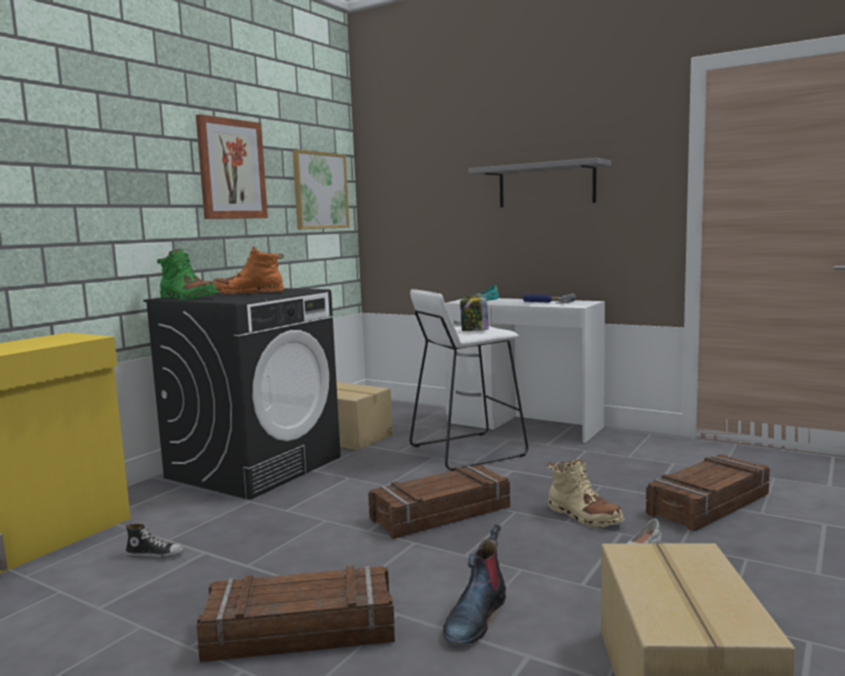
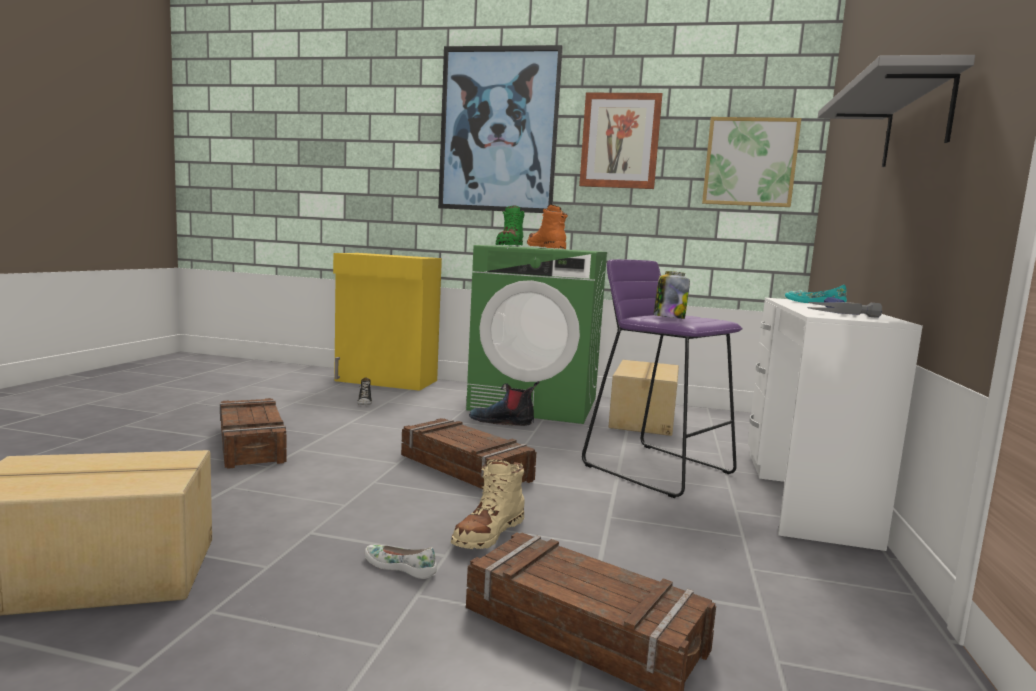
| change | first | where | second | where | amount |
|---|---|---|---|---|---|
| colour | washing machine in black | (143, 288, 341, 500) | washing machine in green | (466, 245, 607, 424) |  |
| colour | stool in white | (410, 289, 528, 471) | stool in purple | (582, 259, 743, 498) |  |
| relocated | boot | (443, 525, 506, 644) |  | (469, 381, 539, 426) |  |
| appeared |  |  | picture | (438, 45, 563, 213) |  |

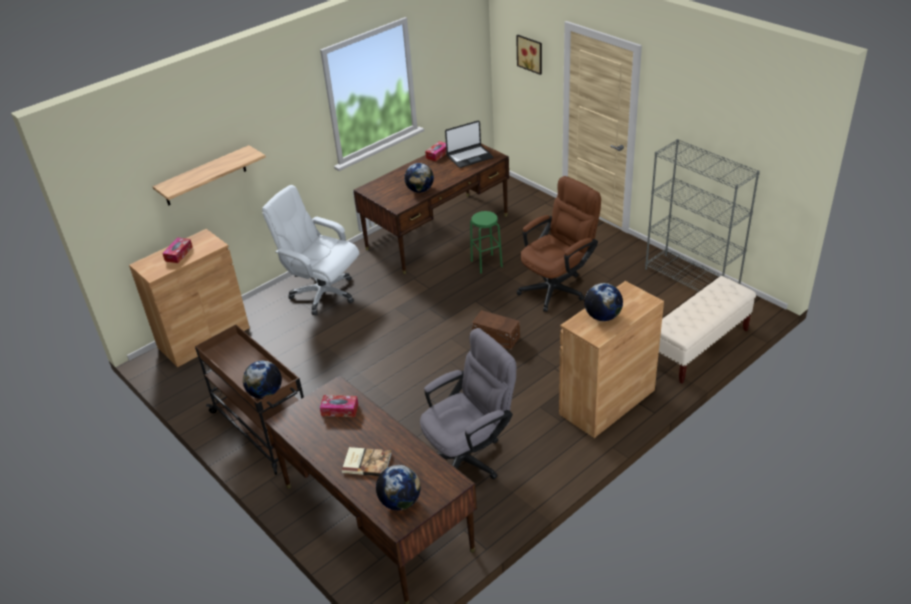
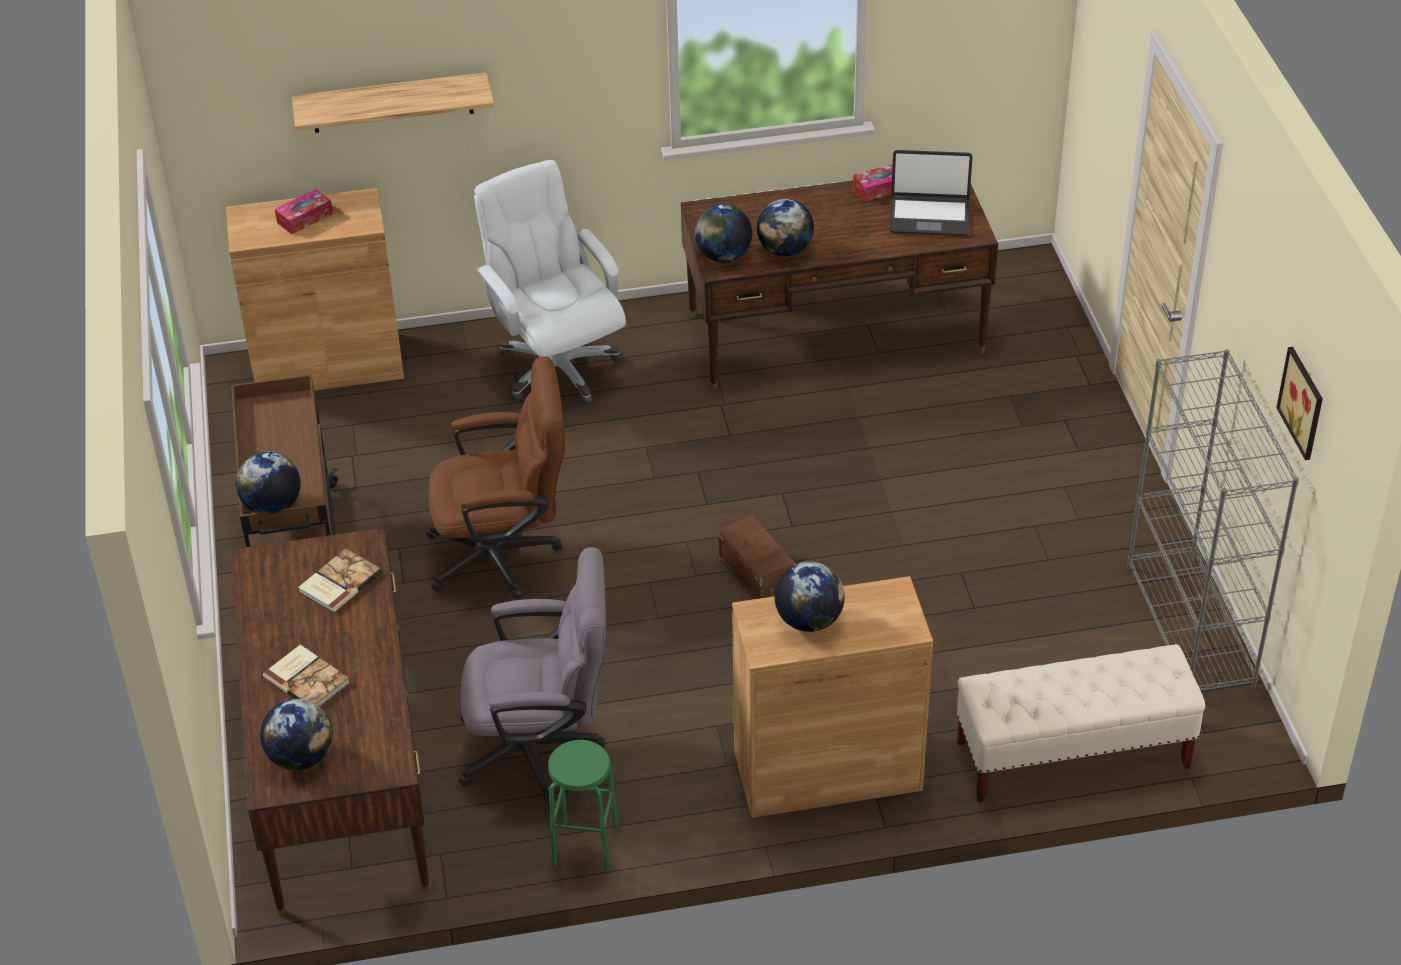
| change | first | where | second | where | amount |
|---|---|---|---|---|---|
| exchanged | tissue box | (320, 395, 358, 417) | book | (298, 548, 382, 613) |  |
| relocated | stool in green | (470, 211, 503, 274) |  | (548, 740, 619, 872) |  |
| relocated | picture | (516, 35, 542, 75) |  | (1276, 347, 1323, 460) |  |
| relocated | office chair in brown | (517, 176, 601, 312) |  | (426, 356, 565, 599) |  |
| appeared |  |  | globe | (695, 204, 752, 262) |  |

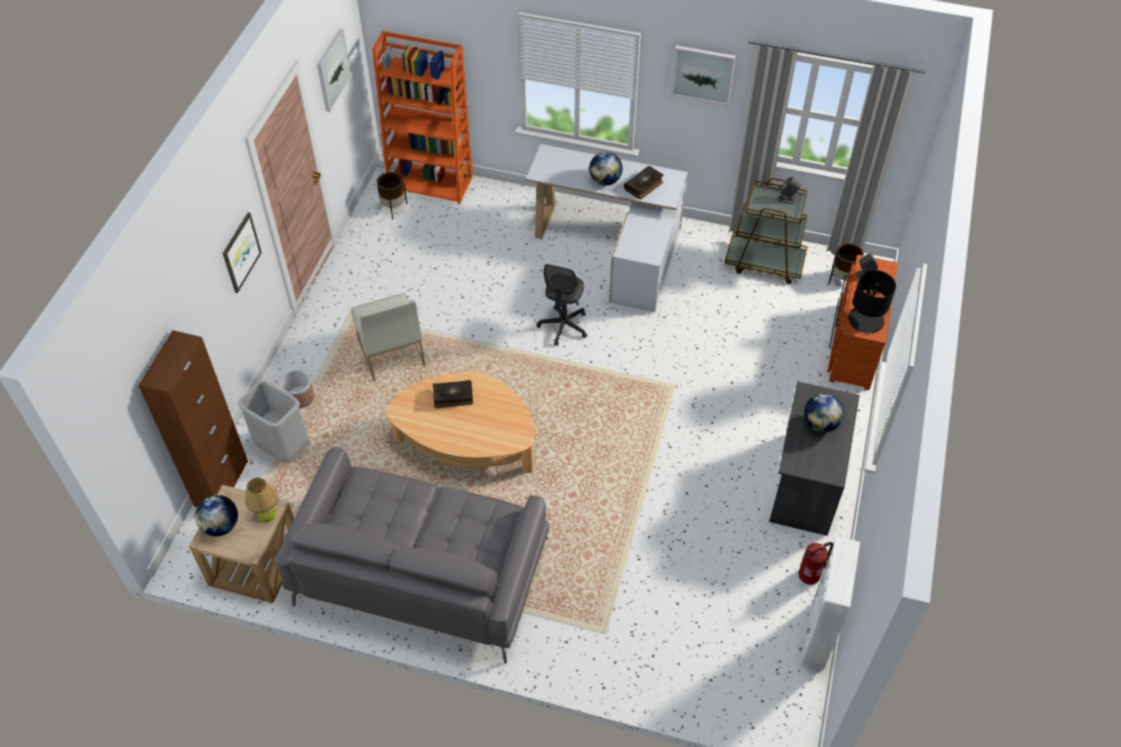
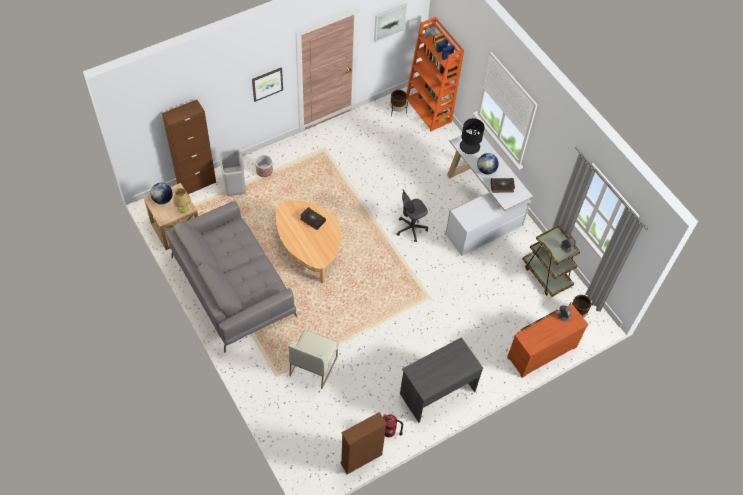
| change | first | where | second | where | amount |
|---|---|---|---|---|---|
| relocated | chair in white | (351, 293, 426, 381) |  | (288, 329, 339, 389) |  |
| missing | picture | (671, 45, 735, 106) |  |  |  |
| colour | bookcase in white | (800, 536, 860, 671) | bookcase in brown | (340, 412, 387, 474) |  |
| missing | globe | (804, 393, 844, 432) |  |  |  |
| relocated | table lamp in black | (848, 270, 896, 333) |  | (460, 118, 485, 154) |  |

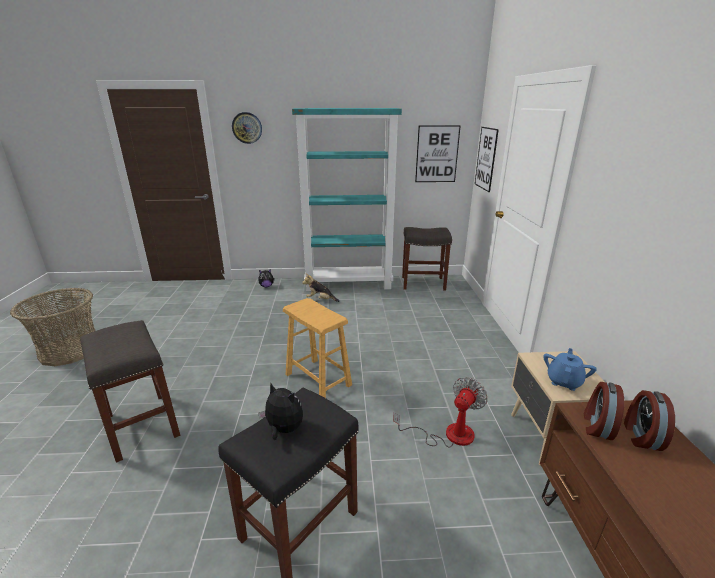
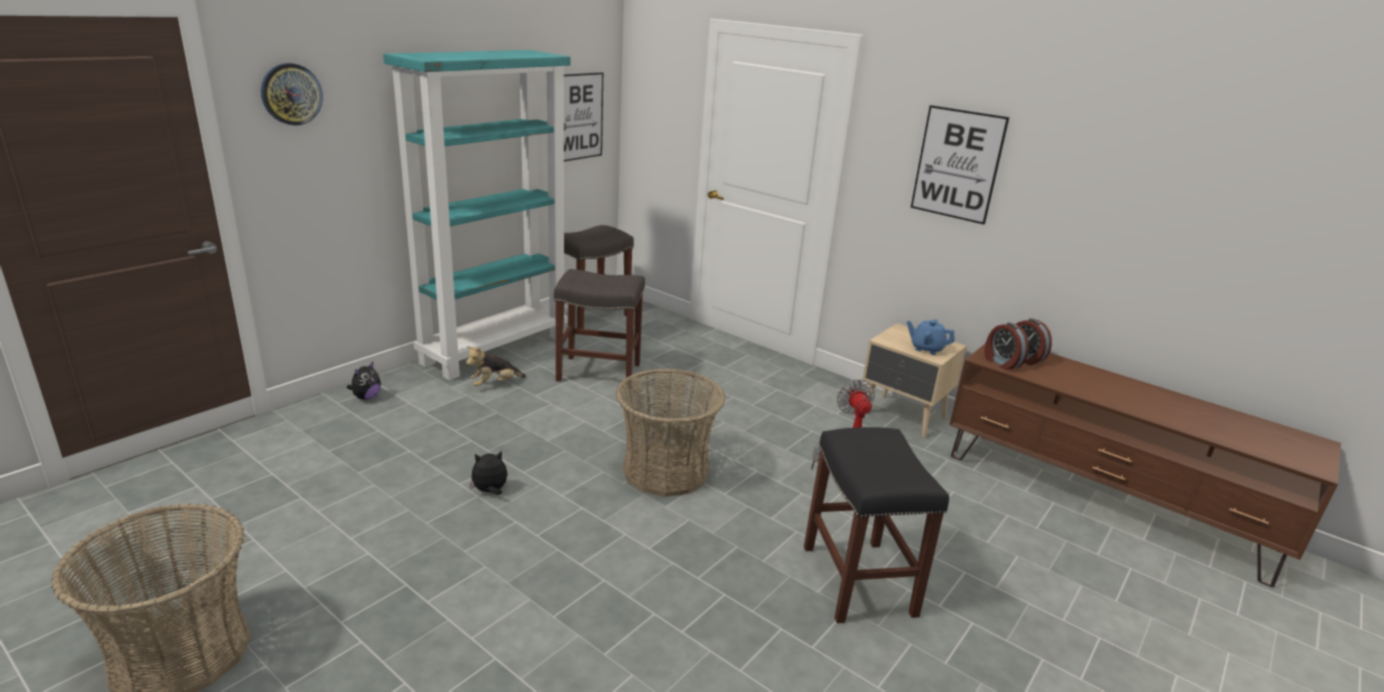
| change | first | where | second | where | amount |
|---|---|---|---|---|---|
| relocated | stool in grey | (80, 320, 180, 463) |  | (554, 269, 645, 388) |  |
| relocated | plush toy | (258, 383, 303, 440) |  | (469, 451, 508, 495) |  |
| exchanged | stool in brown | (283, 298, 352, 398) | basket | (616, 369, 725, 497) |  |
| relocated | picture | (475, 127, 499, 192) |  | (911, 105, 1010, 224) |  |
| spun | teapot in blue | (543, 348, 597, 391) |  | (907, 319, 955, 355) | 45 degrees counterclockwise |

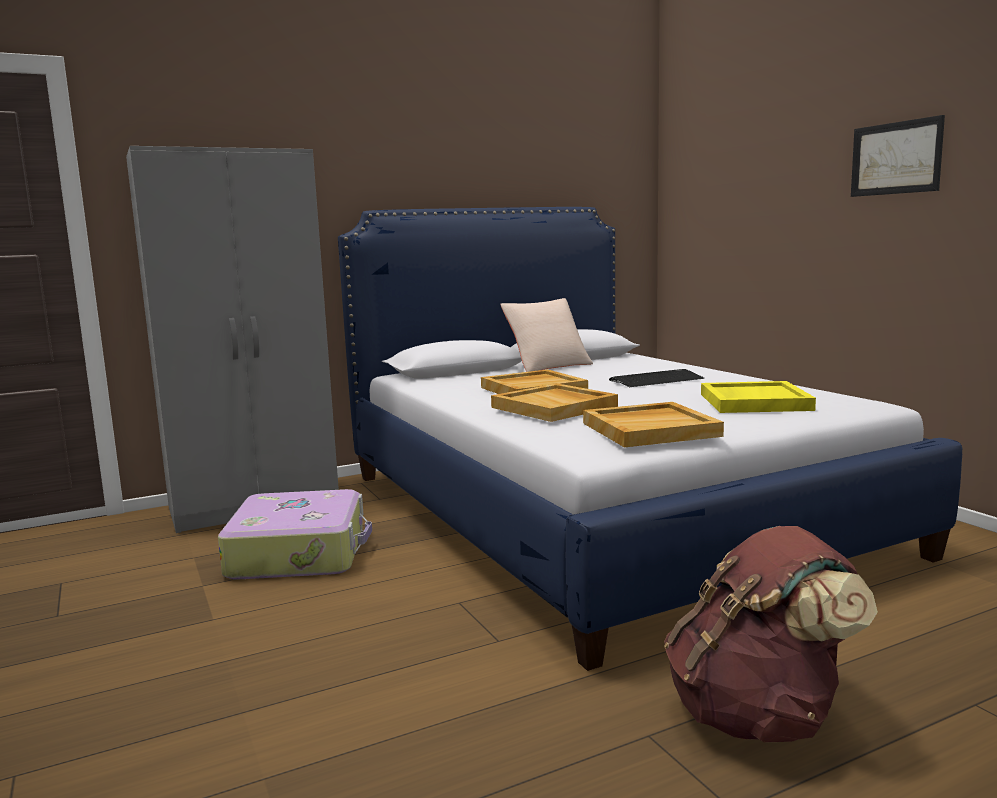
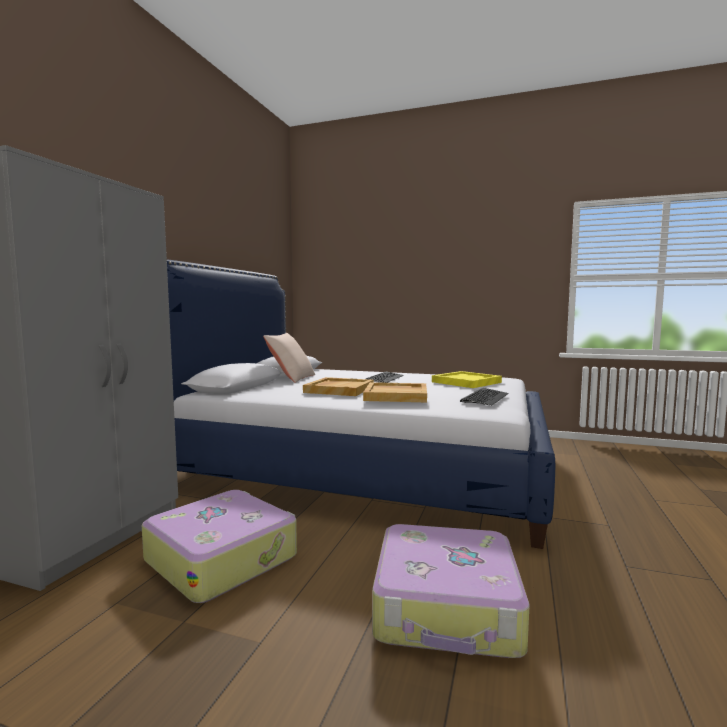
| change | first | where | second | where | amount |
|---|---|---|---|---|---|
| exchanged | tray in beige | (583, 402, 724, 447) | keyboard | (460, 388, 508, 406) |  |
| missing | backpack in brown | (664, 526, 878, 743) |  |  |  |
| missing | picture | (851, 115, 945, 197) |  |  |  |
| appeared |  |  | suitcase | (372, 524, 529, 658) |  |

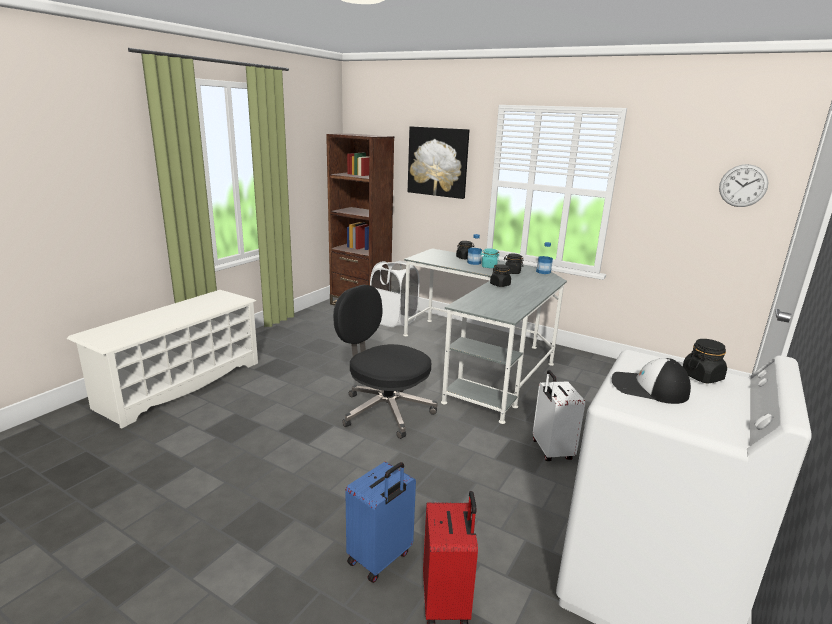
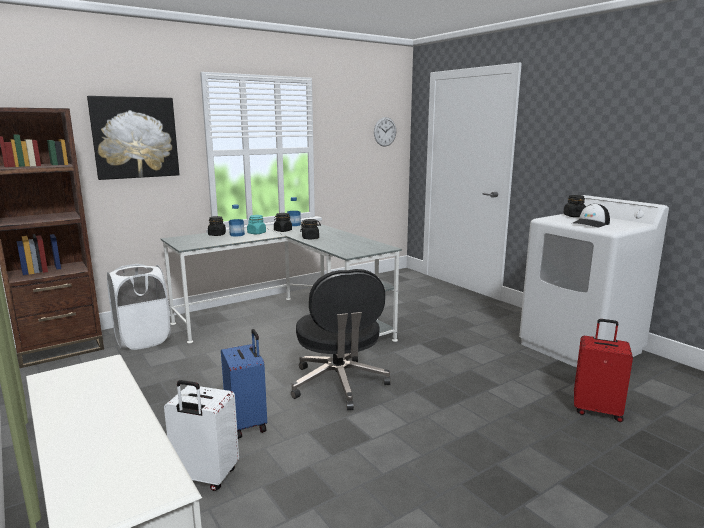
| change | first | where | second | where | amount |
|---|---|---|---|---|---|
| spun | office chair in black | (333, 285, 438, 439) |  | (291, 269, 391, 410) | 75 degrees counterclockwise |
| relocated | suitcase in blue | (345, 462, 416, 583) |  | (221, 329, 267, 439) |  |
| relocated | suitcase in white | (533, 370, 585, 461) |  | (164, 380, 239, 491) |  |

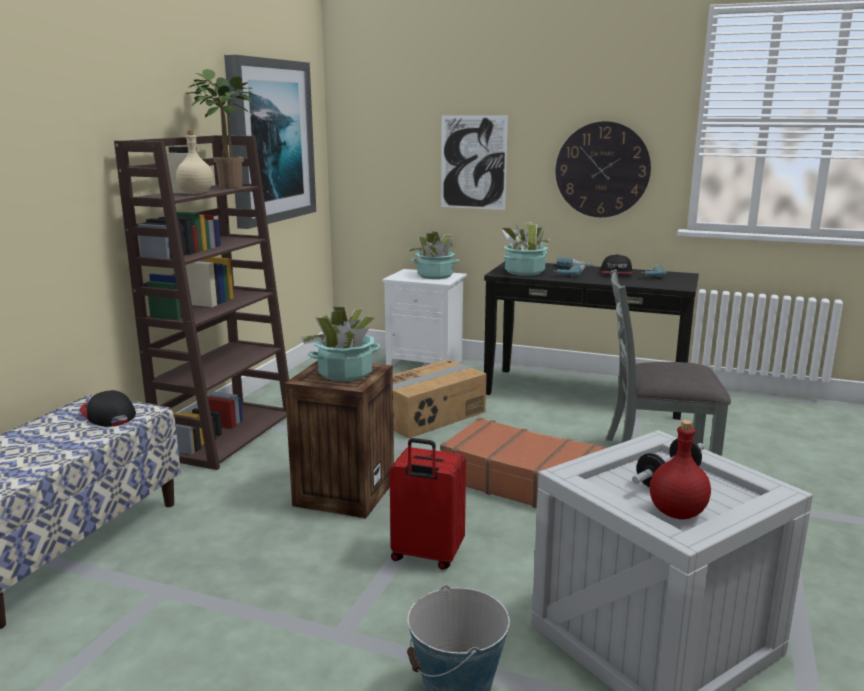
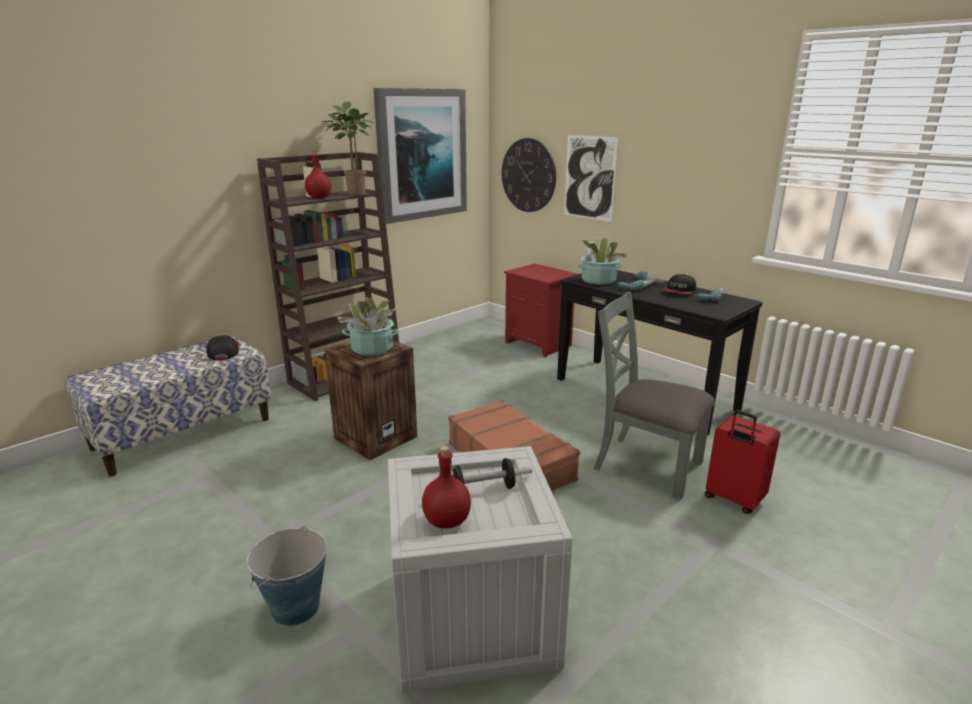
| change | first | where | second | where | amount |
|---|---|---|---|---|---|
| colour | bottle in beige | (176, 131, 213, 194) | bottle in red | (305, 151, 332, 198) |  |
| colour | nightstand in white | (382, 269, 467, 366) | nightstand in red | (504, 263, 578, 357) |  |
| relocated | suitcase in red | (389, 438, 466, 570) |  | (705, 410, 780, 514) |  |
| missing | cardboard box | (393, 359, 487, 438) |  |  |  |
| missing | potted plant | (408, 231, 460, 279) |  |  |  |
| relocated | wall clock | (556, 121, 651, 217) |  | (502, 138, 556, 212) |  |

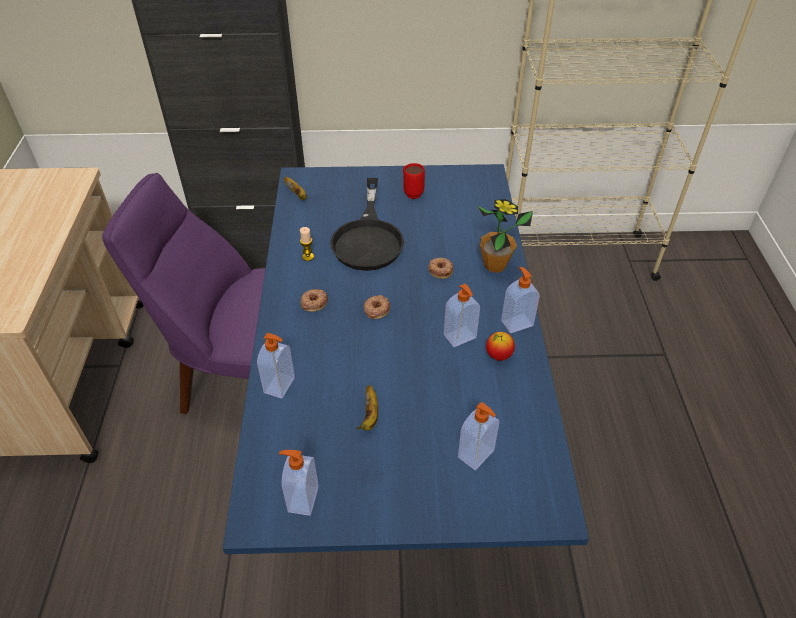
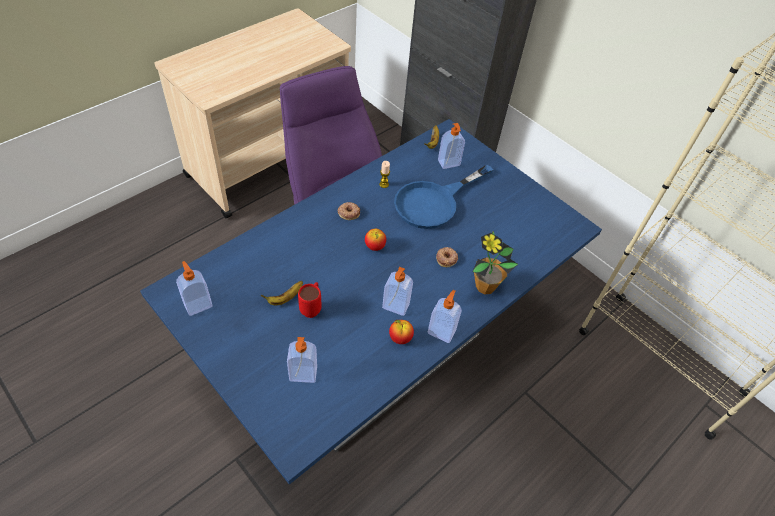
| change | first | where | second | where | amount |
|---|---|---|---|---|---|
| relocated | soap dispenser | (257, 333, 295, 399) |  | (438, 123, 465, 169) |  |
| colour | frying pan in black | (330, 178, 404, 271) | frying pan in blue | (394, 165, 493, 229) |  |
| exchanged | donut | (363, 295, 390, 319) | apple | (365, 229, 386, 251) |  |
| relocated | mug in red | (403, 163, 425, 199) |  | (298, 282, 321, 318) |  |

